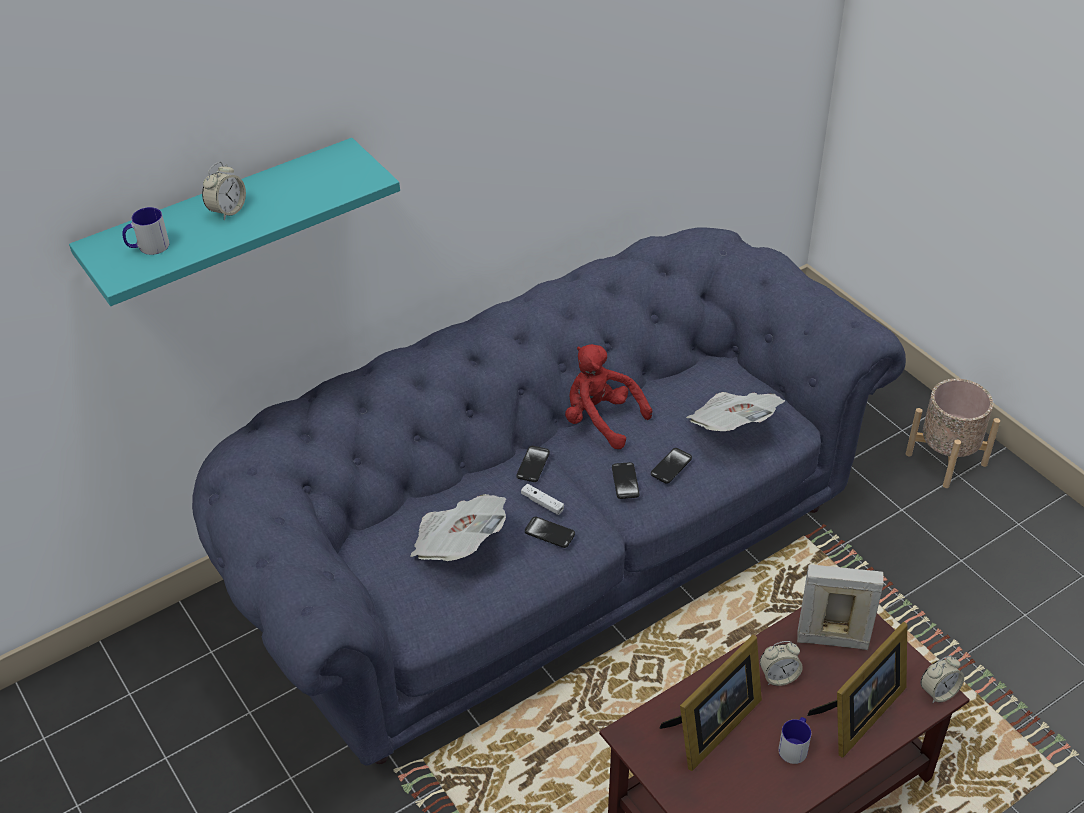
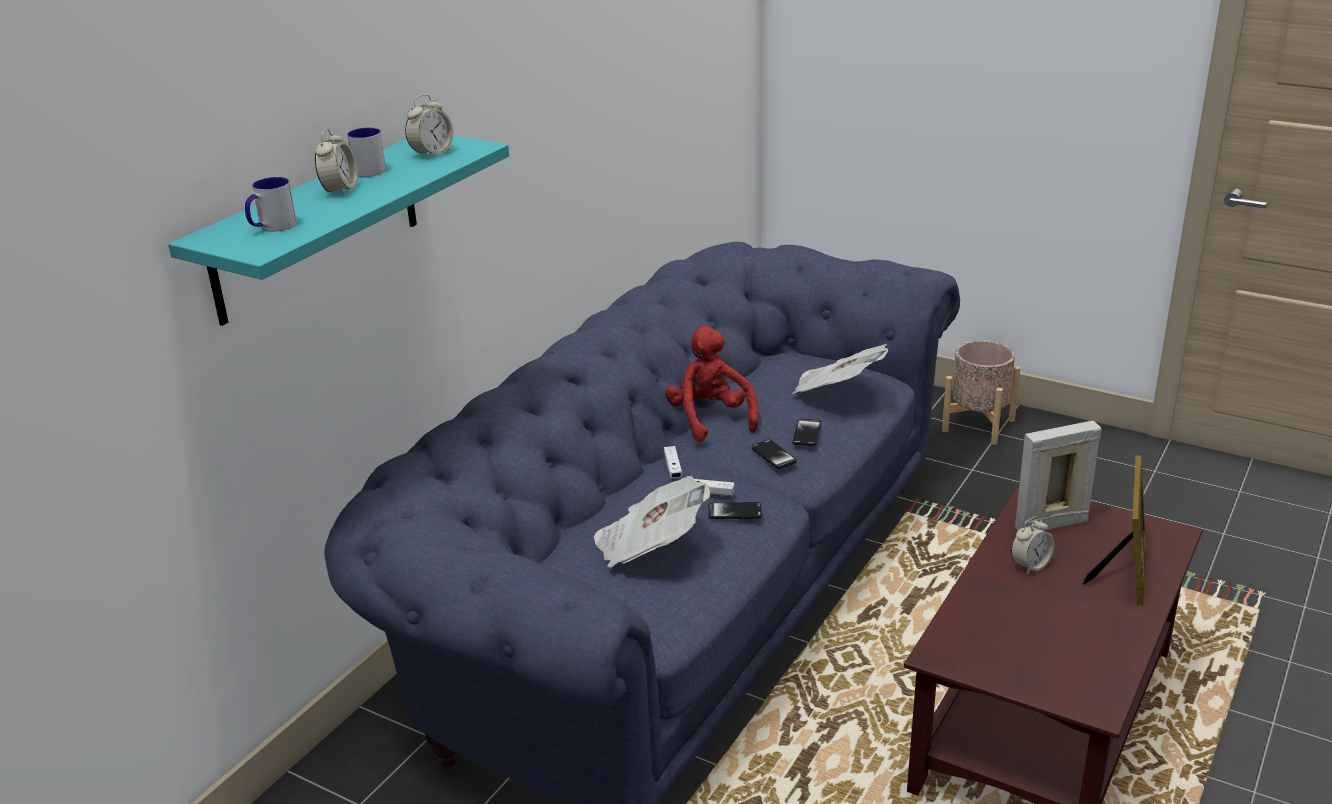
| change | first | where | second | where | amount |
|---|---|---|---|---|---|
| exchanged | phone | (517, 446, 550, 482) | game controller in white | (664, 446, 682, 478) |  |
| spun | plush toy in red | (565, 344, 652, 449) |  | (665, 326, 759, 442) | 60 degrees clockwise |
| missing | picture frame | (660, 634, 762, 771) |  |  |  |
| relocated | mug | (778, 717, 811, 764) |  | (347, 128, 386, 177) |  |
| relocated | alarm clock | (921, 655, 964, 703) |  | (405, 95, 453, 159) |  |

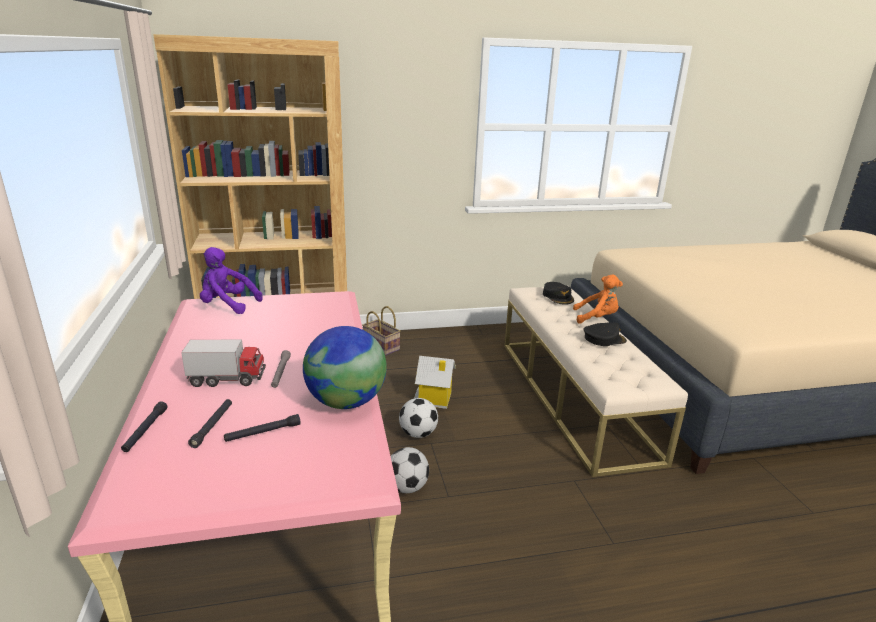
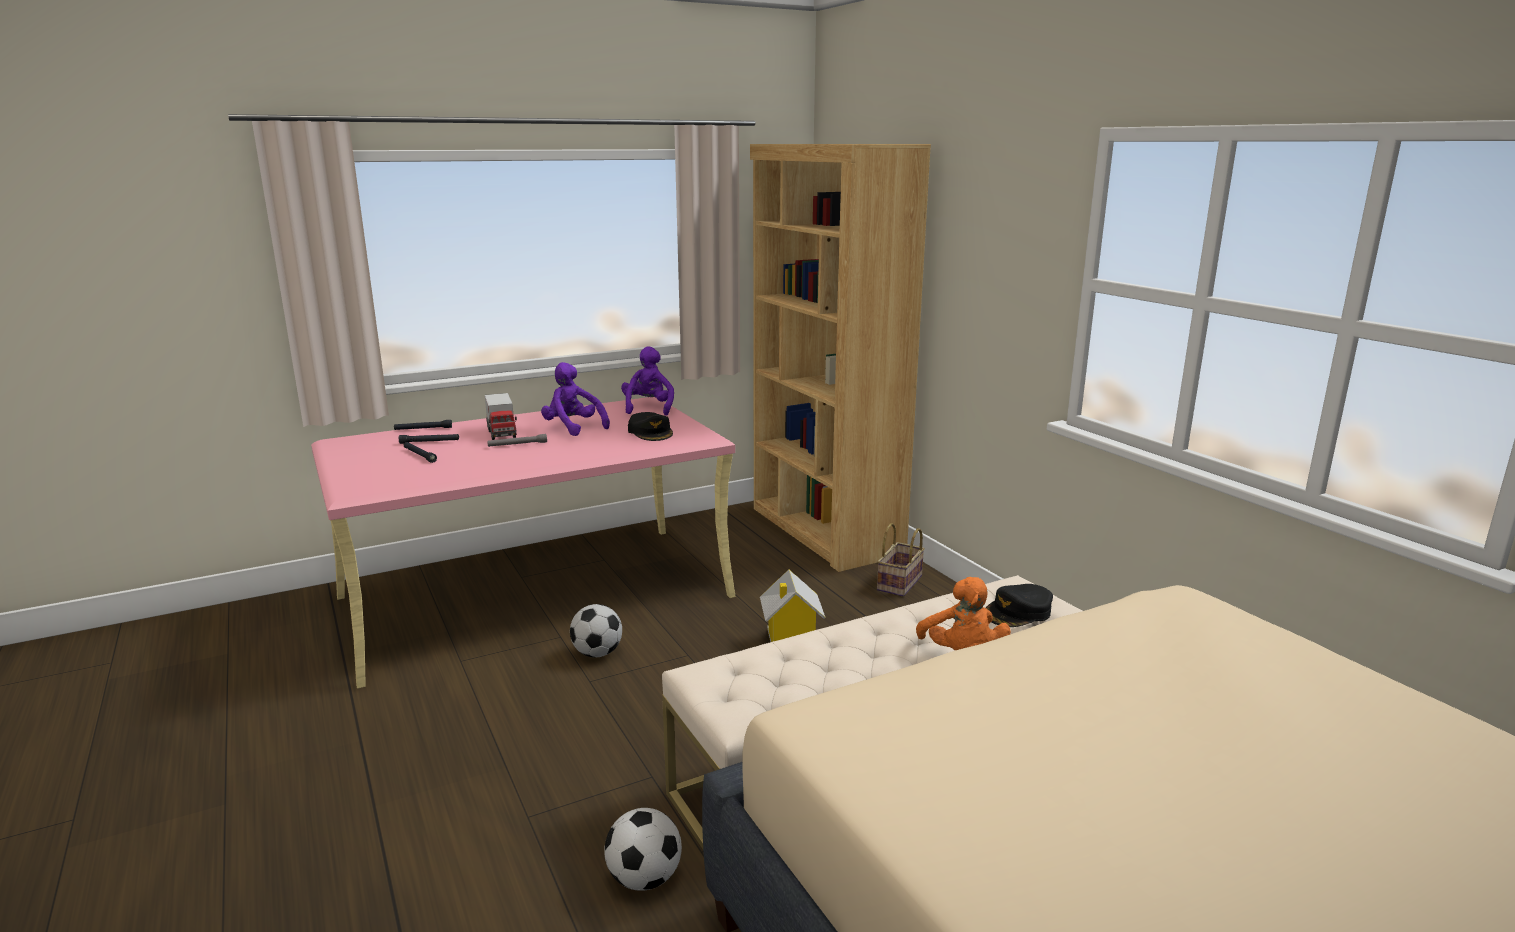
| change | first | where | second | where | amount |
|---|---|---|---|---|---|
| missing | globe | (303, 326, 387, 409) |  |  |  |
| relocated | football | (399, 398, 438, 438) |  | (604, 808, 682, 891) |  |
| relocated | cap in black | (583, 322, 627, 346) |  | (628, 412, 673, 441) |  |
| appeared |  |  | plush toy in purple | (541, 362, 610, 436) |  |

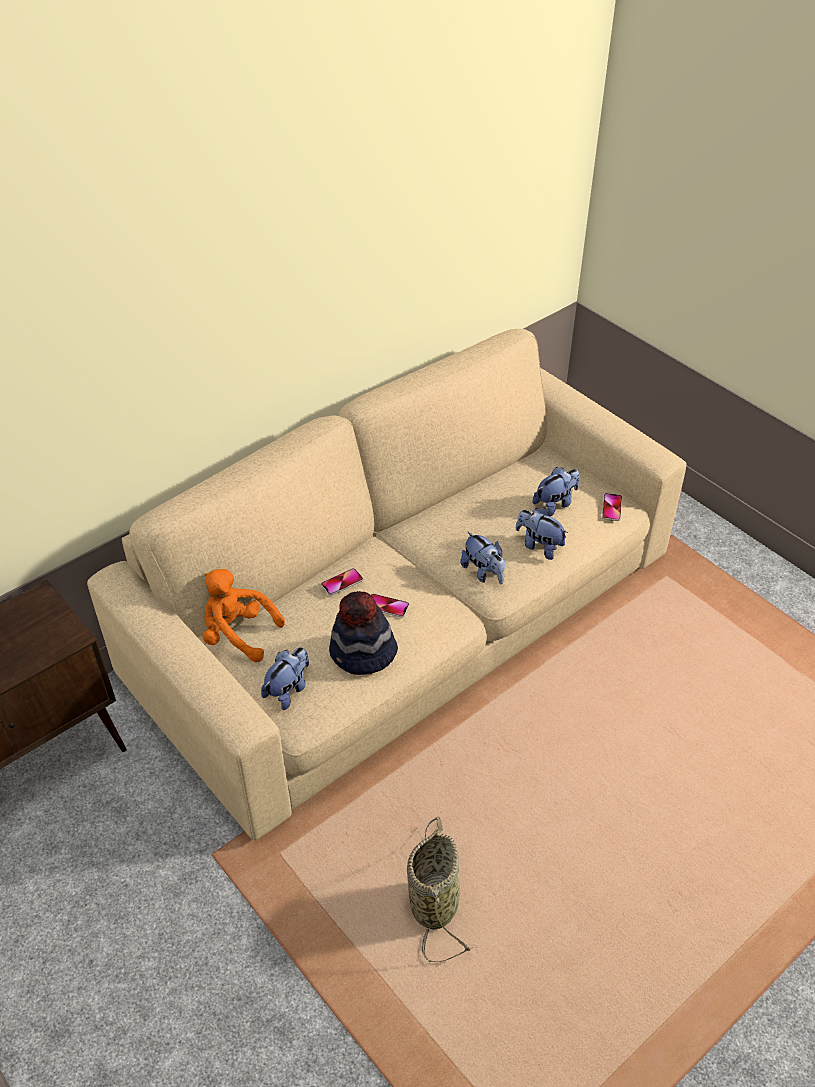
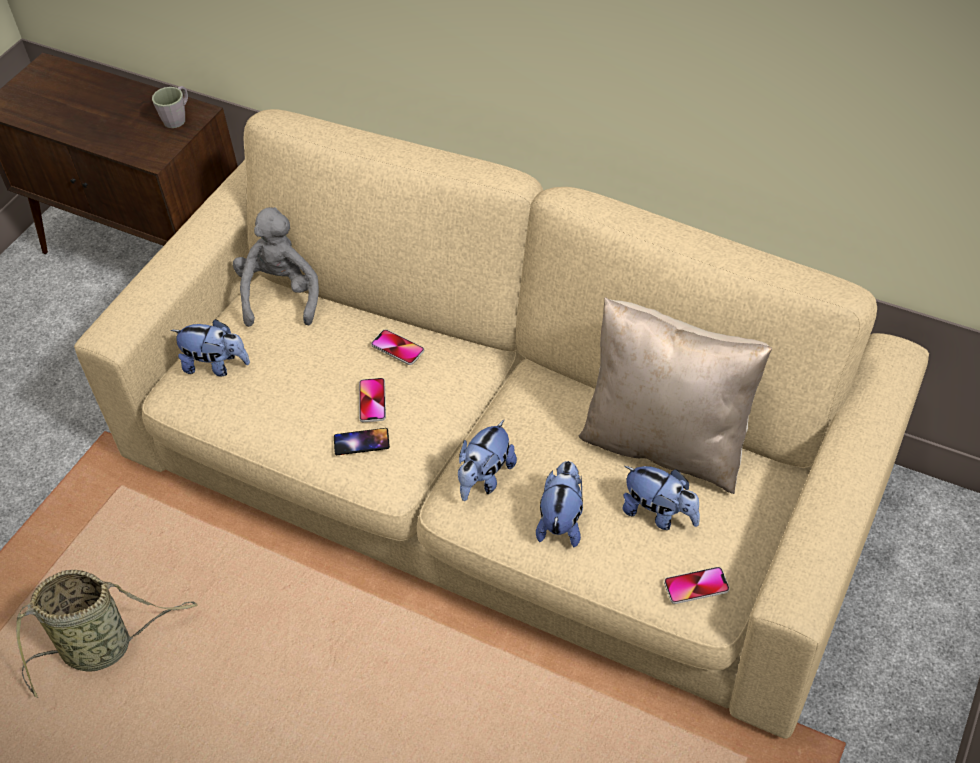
| change | first | where | second | where | amount |
|---|---|---|---|---|---|
| colour | plush toy in orange | (203, 569, 285, 662) | plush toy in grey | (233, 207, 319, 327) |  |
| missing | hat | (329, 591, 398, 675) |  |  |  |
| appeared |  |  | mug in grey | (152, 86, 188, 128) |  |
| appeared |  |  | phone | (334, 428, 390, 455) |  |
| appeared |  |  | pillow in beige | (579, 297, 772, 494) |  |

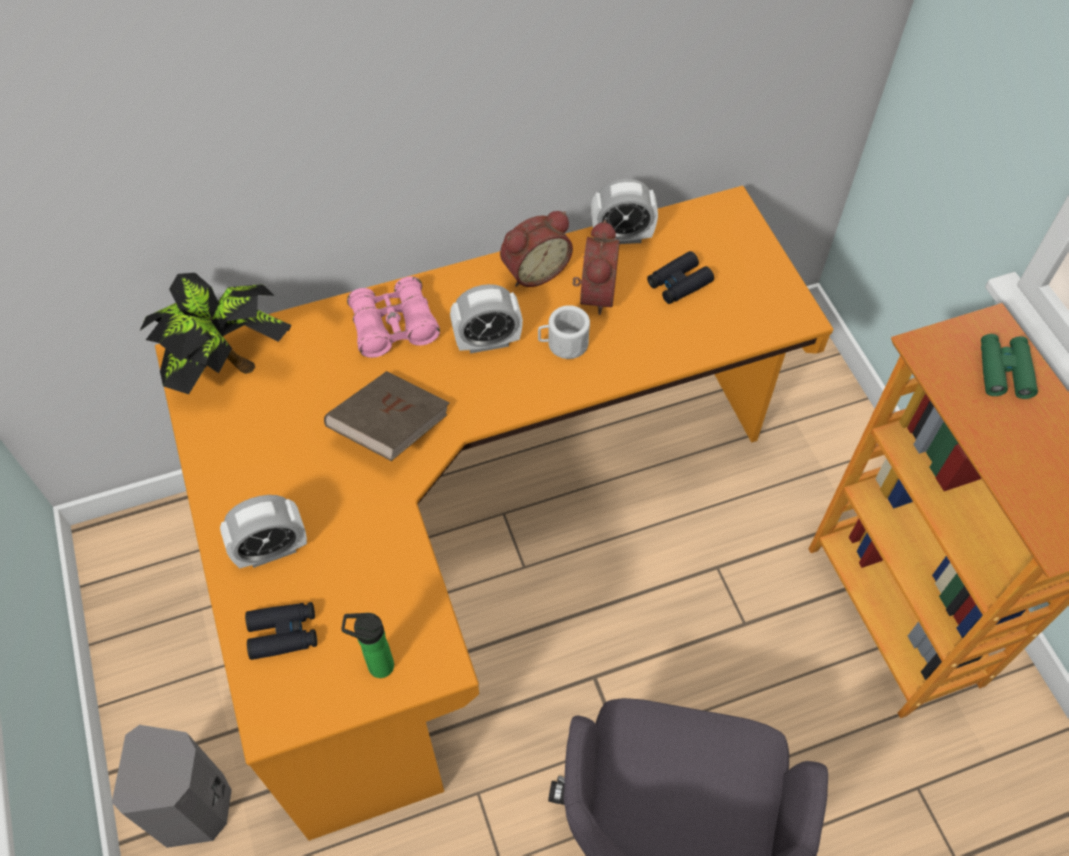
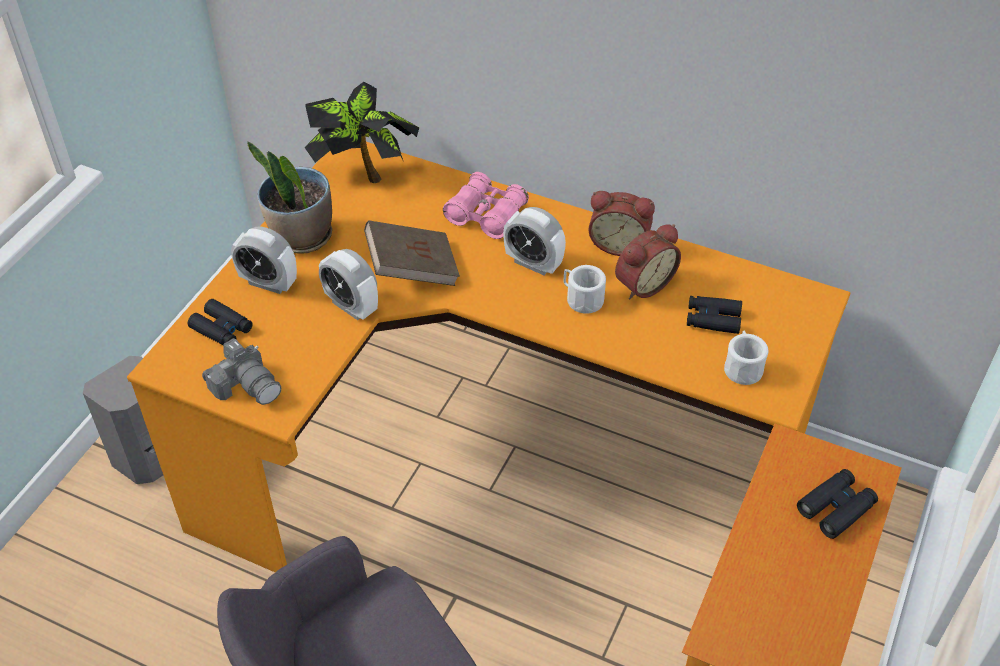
| change | first | where | second | where | amount |
|---|---|---|---|---|---|
| exchanged | bottle | (341, 613, 394, 678) | photo camera | (202, 338, 281, 405) |  |
| relocated | alarm clock | (591, 178, 658, 244) |  | (319, 249, 378, 320) |  |
| colour | binoculars in green | (981, 334, 1038, 399) | binoculars in black | (797, 469, 878, 539) |  |
| appeared |  |  | potted plant | (247, 141, 332, 254) |  |
| appeared |  |  | mug in white | (724, 331, 768, 385) |  |

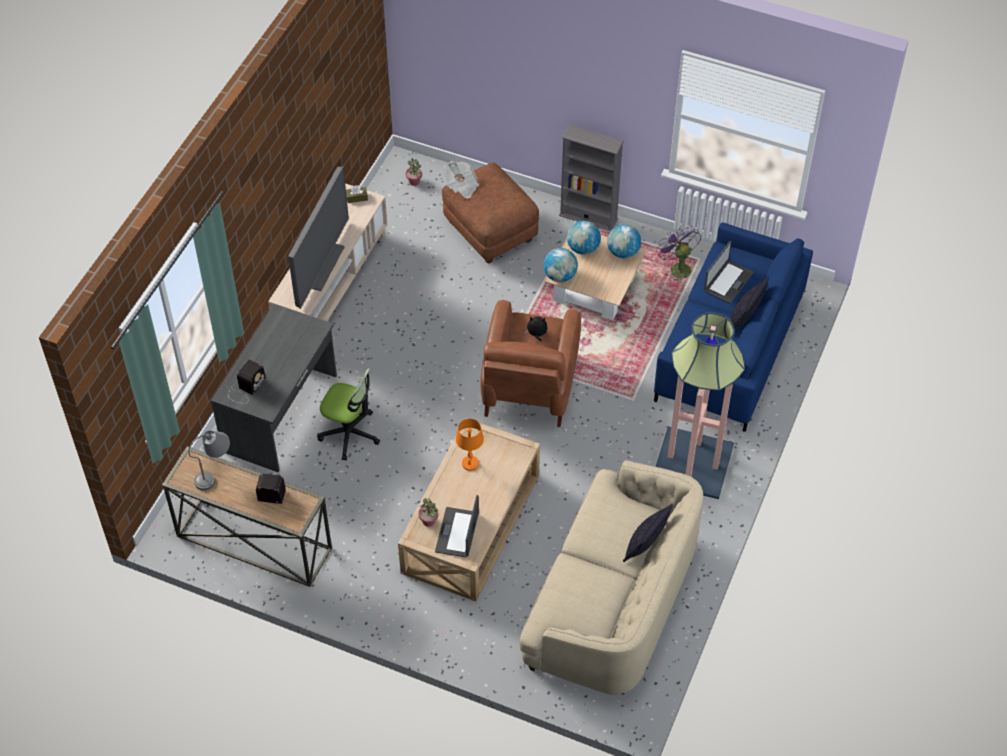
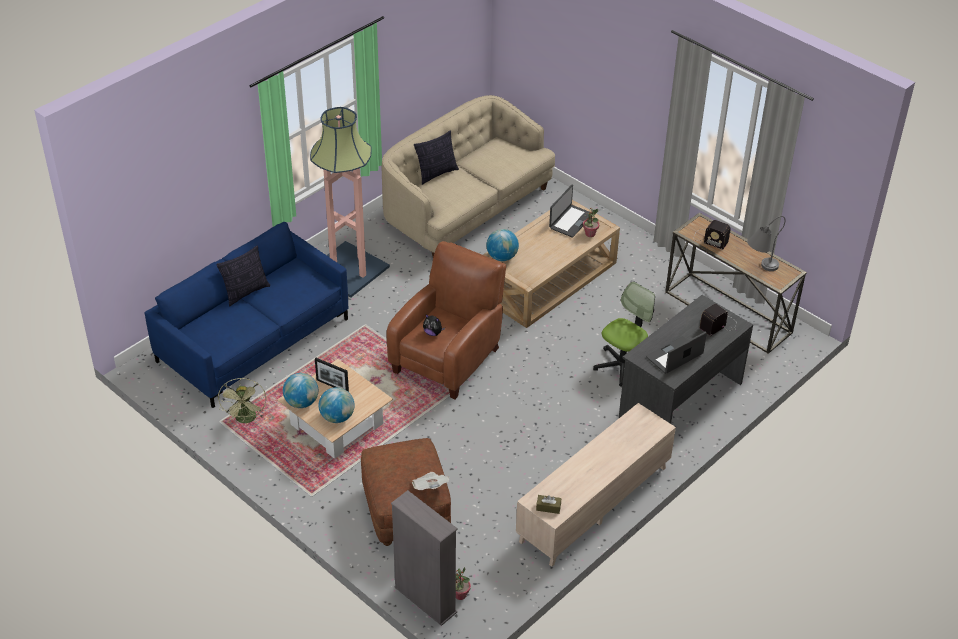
| change | first | where | second | where | amount |
|---|---|---|---|---|---|
| missing | television | (288, 166, 349, 309) |  |  |  |
| spun | office chair | (317, 368, 380, 461) |  | (593, 281, 655, 387) | 90 degrees clockwise |
| missing | table lamp in orange | (456, 419, 484, 471) |  |  |  |
| relocated | globe | (543, 248, 578, 282) |  | (486, 229, 519, 261) |  |
| relocated | bookcase in grey | (559, 125, 624, 232) |  | (391, 490, 458, 626) |  |
| colour | fan in purple | (657, 225, 701, 283) | fan in green | (218, 378, 266, 423) |  |
| relocated | laptop | (704, 241, 753, 304) |  | (646, 331, 707, 374) |  |
| appeared |  |  | picture frame | (315, 358, 349, 392) |  |

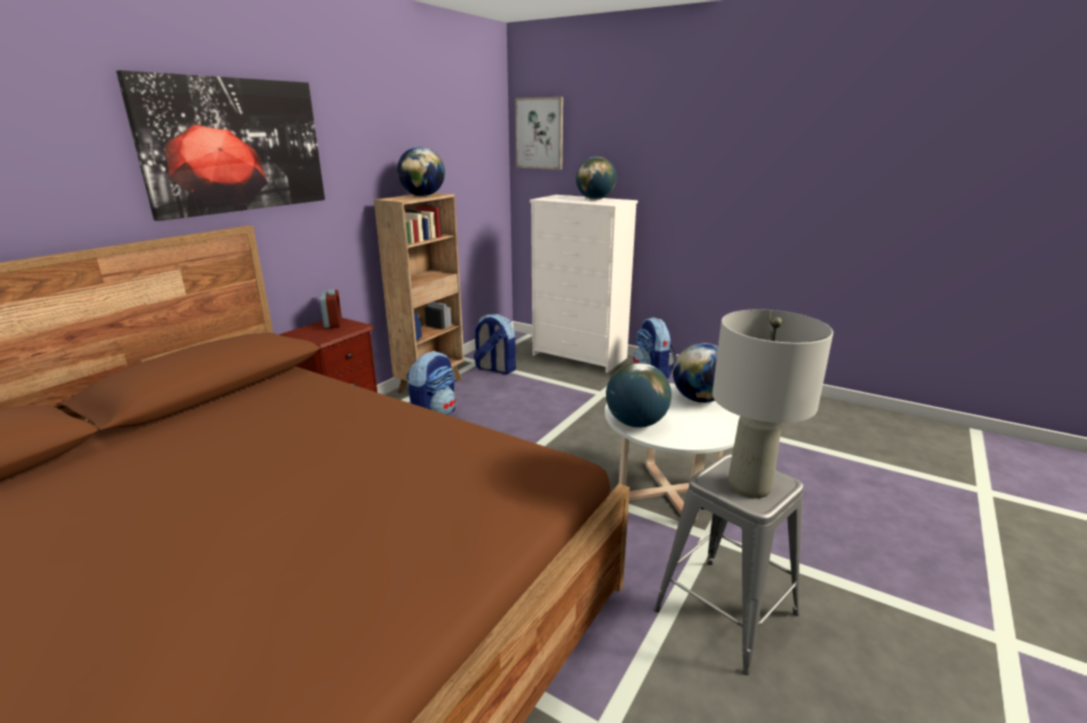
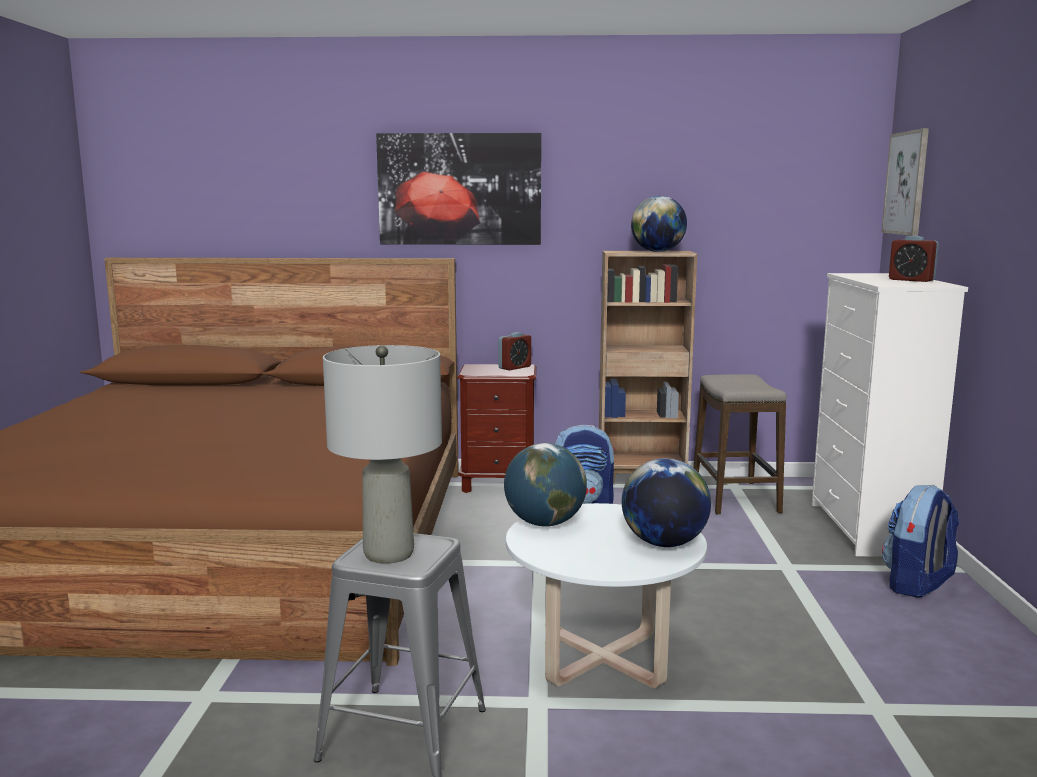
| change | first | where | second | where | amount |
|---|---|---|---|---|---|
| exchanged | backpack | (474, 314, 516, 374) | stool | (694, 374, 787, 515) |  |
| exchanged | globe | (576, 157, 617, 200) | alarm clock | (889, 236, 939, 282) |  |

